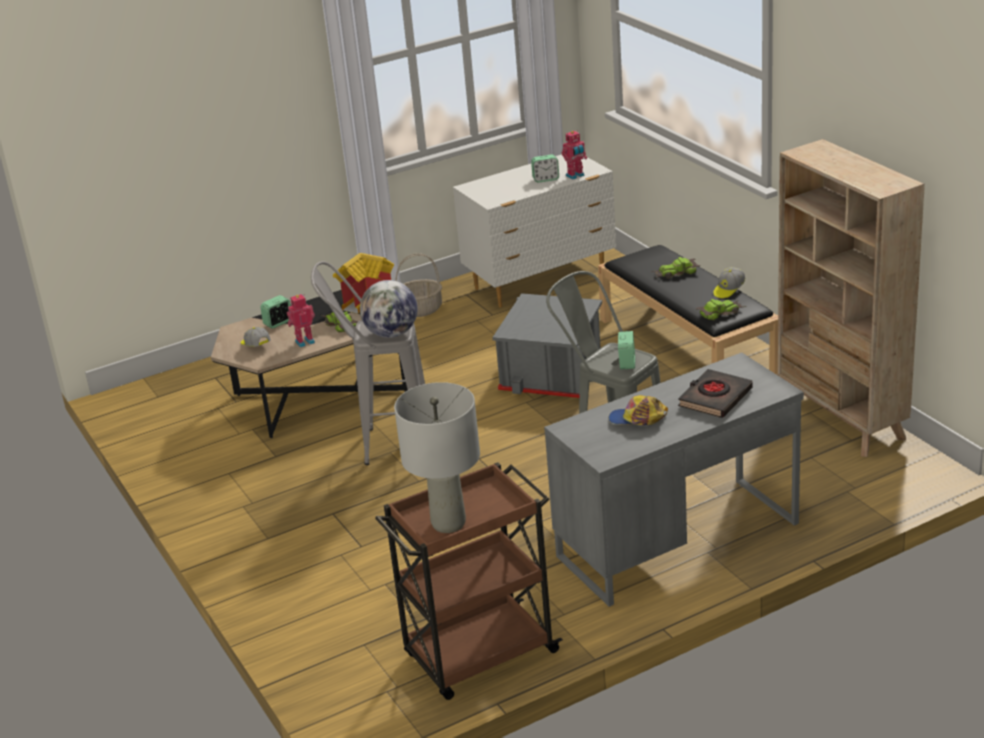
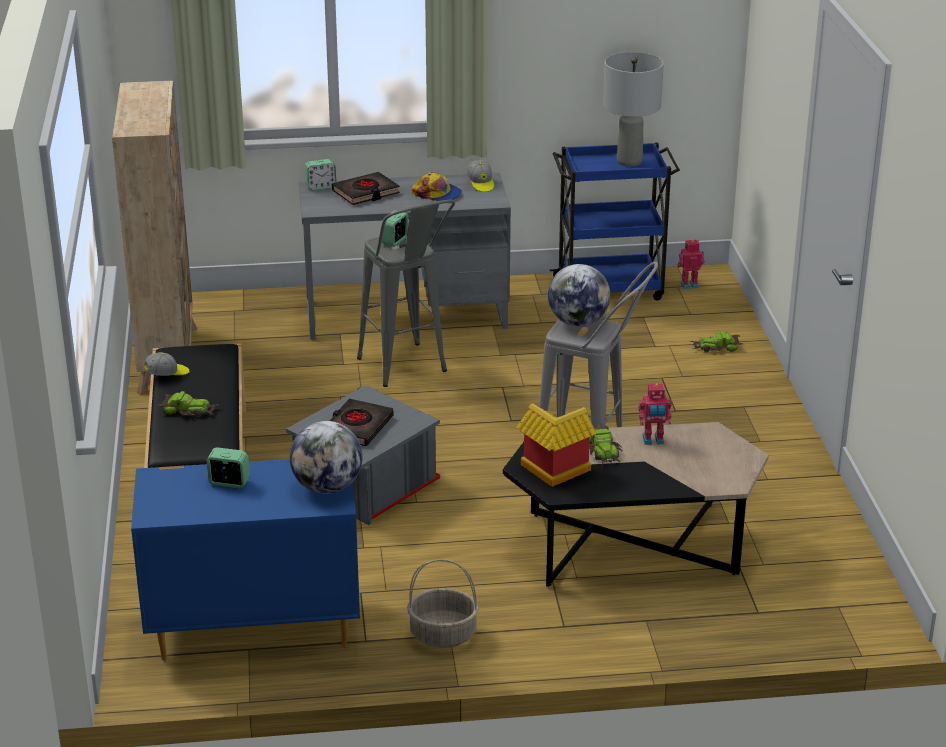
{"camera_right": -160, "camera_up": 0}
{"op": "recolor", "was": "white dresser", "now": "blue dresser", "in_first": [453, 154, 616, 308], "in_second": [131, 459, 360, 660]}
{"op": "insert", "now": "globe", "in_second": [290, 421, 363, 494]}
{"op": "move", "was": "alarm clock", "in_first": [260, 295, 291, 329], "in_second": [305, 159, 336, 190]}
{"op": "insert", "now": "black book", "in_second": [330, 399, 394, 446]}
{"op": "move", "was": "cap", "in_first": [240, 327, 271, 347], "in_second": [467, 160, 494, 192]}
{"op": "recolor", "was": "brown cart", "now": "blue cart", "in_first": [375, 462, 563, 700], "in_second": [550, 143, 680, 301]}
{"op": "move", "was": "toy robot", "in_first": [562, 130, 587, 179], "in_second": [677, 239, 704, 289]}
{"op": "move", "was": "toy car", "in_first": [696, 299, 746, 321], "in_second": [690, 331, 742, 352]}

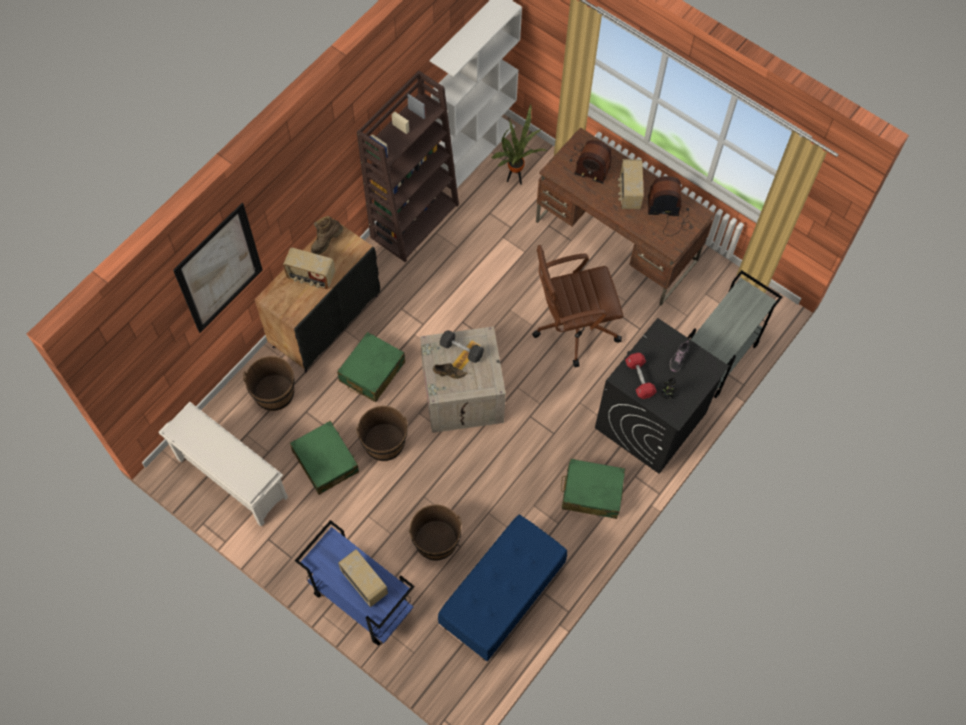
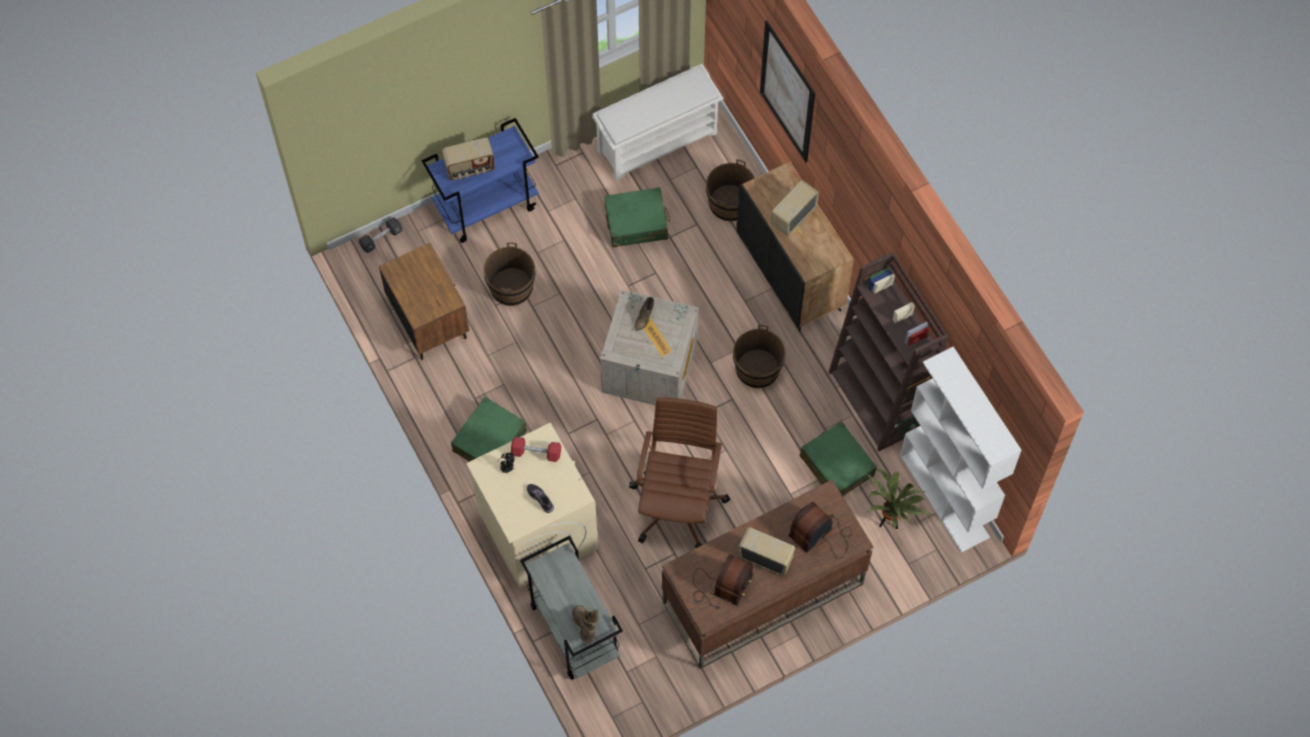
{"camera_right": 115, "camera_up": 0}
{"op": "move", "was": "black dumbbell", "in_first": [440, 331, 484, 363], "in_second": [359, 217, 402, 253]}
{"op": "replace", "was": "blue bench", "now": "brown nightstand", "in_first": [438, 515, 567, 661], "in_second": [379, 243, 470, 360]}
{"op": "recolor", "was": "black washing machine", "now": "beige washing machine", "in_first": [595, 318, 729, 474], "in_second": [466, 423, 598, 588]}
{"op": "move", "was": "brown boot", "in_first": [311, 216, 343, 255], "in_second": [572, 605, 599, 643]}
{"op": "move", "was": "brown bucket", "in_first": [356, 406, 408, 461], "in_second": [733, 325, 786, 388]}
{"op": "move", "was": "green suitcase", "in_first": [337, 332, 405, 402], "in_second": [800, 421, 877, 496]}

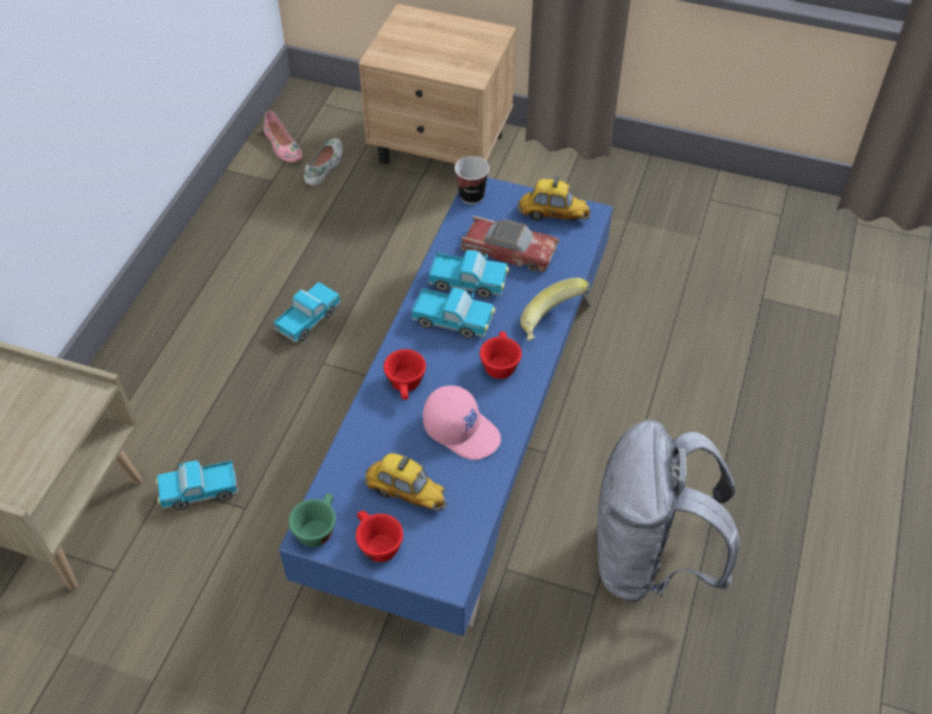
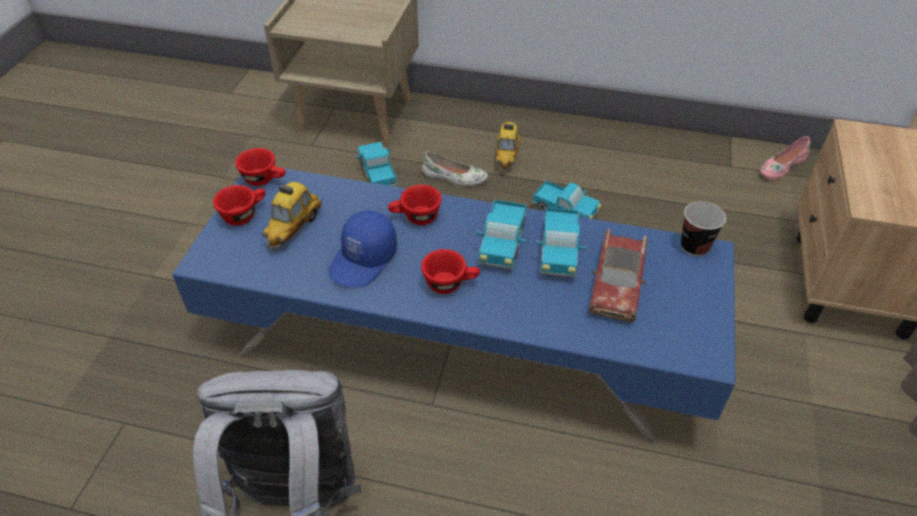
{"camera_right": 85, "camera_up": -5}
{"op": "recolor", "was": "green cup", "now": "red cup", "in_first": [288, 493, 336, 547], "in_second": [235, 148, 286, 186]}
{"op": "recolor", "was": "pink cap", "now": "blue cap", "in_first": [423, 385, 501, 460], "in_second": [328, 210, 397, 288]}
{"op": "move", "was": "white shoe", "in_first": [304, 138, 343, 186], "in_second": [422, 151, 488, 186]}
{"op": "move", "was": "toy car", "in_first": [517, 176, 591, 221], "in_second": [496, 122, 521, 172]}
{"op": "delete", "was": "banana", "in_first": [520, 278, 590, 341]}

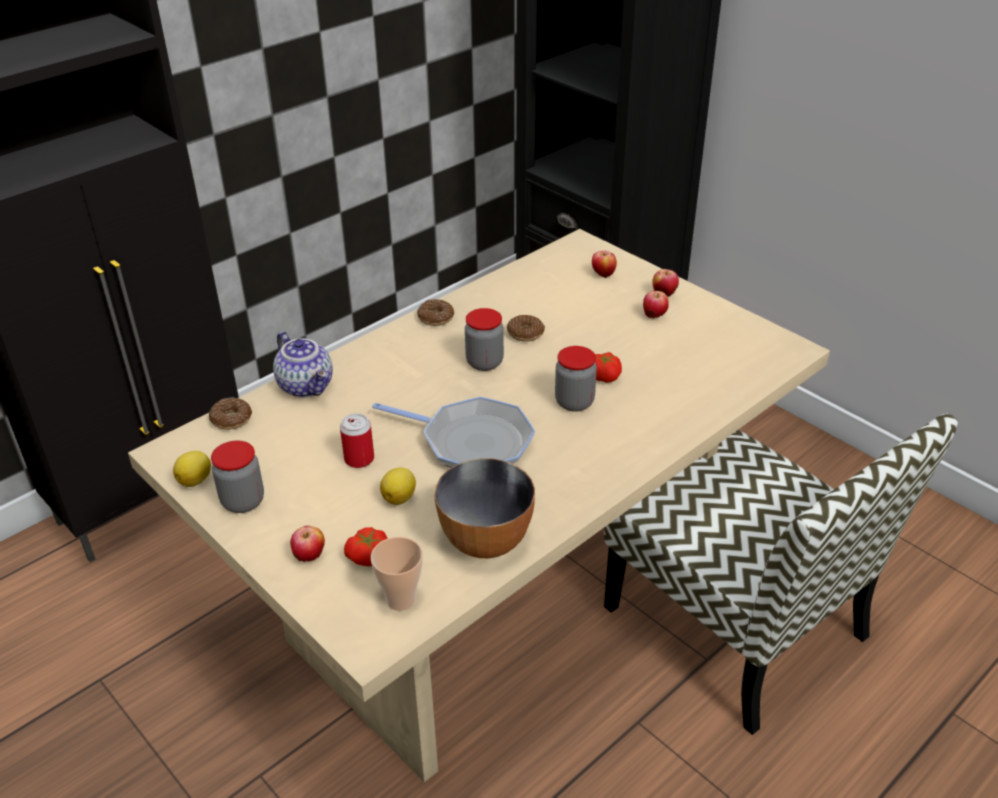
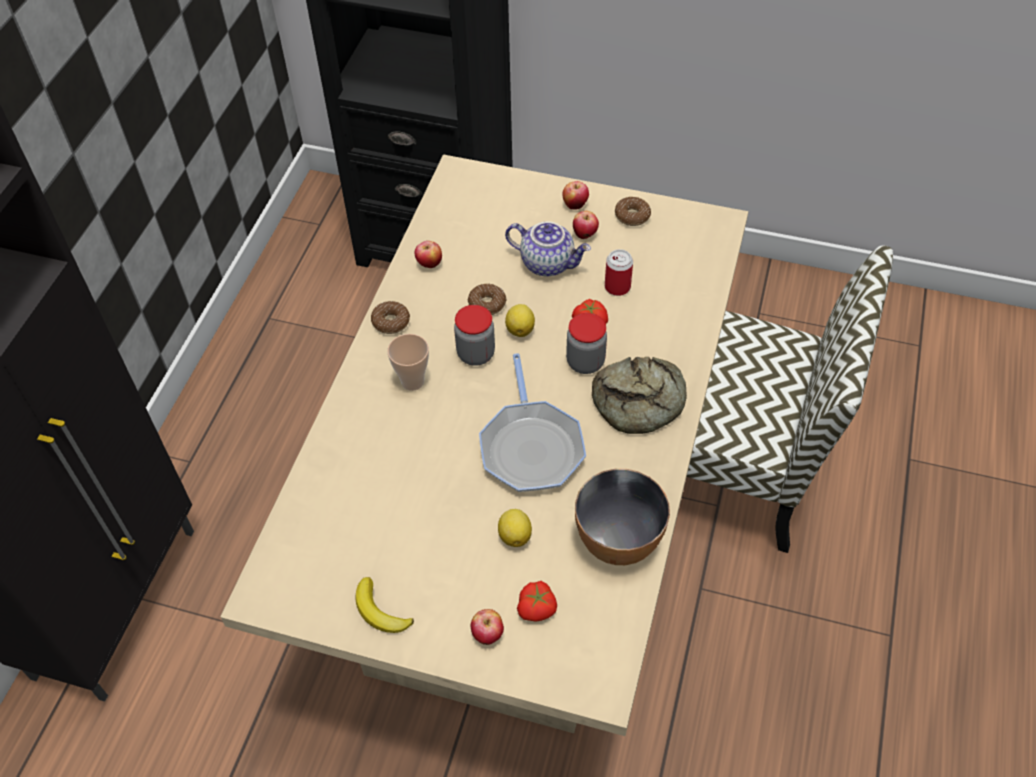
{"camera_right": -30, "camera_up": 15}
{"op": "replace", "was": "jar", "now": "banana", "in_first": [211, 440, 264, 513], "in_second": [355, 577, 414, 633]}
{"op": "move", "was": "cup", "in_first": [371, 537, 423, 611], "in_second": [387, 334, 429, 391]}
{"op": "move", "was": "apple", "in_first": [592, 251, 617, 278], "in_second": [414, 241, 442, 268]}
{"op": "rotate", "was": "frying pan", "in_first": [372, 397, 535, 468], "in_second": [479, 353, 586, 492], "clockwise": 90}
{"op": "move", "was": "teapot", "in_first": [273, 332, 333, 398], "in_second": [505, 221, 591, 276]}
{"op": "move", "was": "lemon", "in_first": [173, 451, 211, 487], "in_second": [505, 304, 535, 337]}
{"op": "insert", "now": "bread", "in_second": [592, 357, 687, 434]}
{"op": "move", "was": "can", "in_first": [340, 413, 374, 468], "in_second": [605, 249, 633, 296]}
{"op": "move", "was": "donut", "in_first": [209, 398, 252, 430], "in_second": [615, 197, 651, 226]}

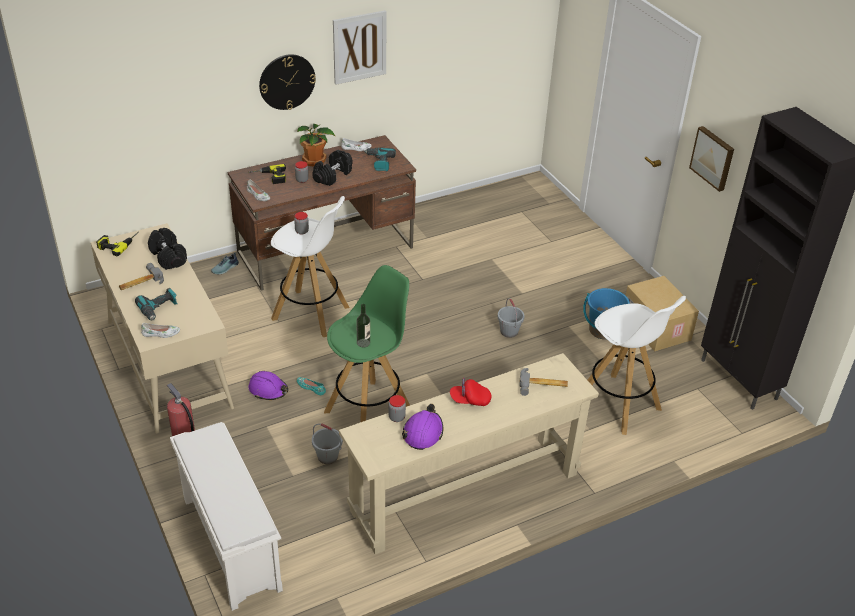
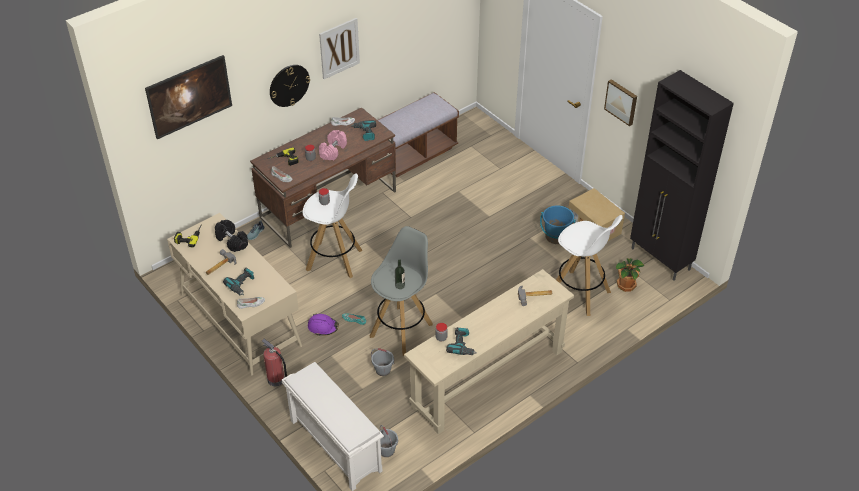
{"camera_right": -10, "camera_up": 5}
{"op": "insert", "now": "picture", "in_second": [145, 55, 232, 139]}
{"op": "recolor", "was": "black dumbbell", "now": "pink dumbbell", "in_first": [312, 150, 352, 186], "in_second": [319, 130, 347, 160]}
{"op": "recolor", "was": "green stool", "now": "grey stool", "in_first": [324, 265, 410, 422], "in_second": [370, 226, 433, 356]}
{"op": "insert", "now": "brown bench", "in_second": [378, 92, 459, 177]}
{"op": "move", "was": "grey bucket", "in_first": [498, 298, 524, 338], "in_second": [380, 425, 398, 457]}
{"op": "replace", "was": "purple hard hat", "now": "power drill", "in_first": [402, 404, 443, 450], "in_second": [446, 327, 477, 355]}
{"op": "move", "was": "potted plant", "in_first": [297, 124, 335, 167], "in_second": [616, 258, 644, 292]}
{"op": "delete", "was": "red cap", "in_first": [450, 378, 492, 406]}

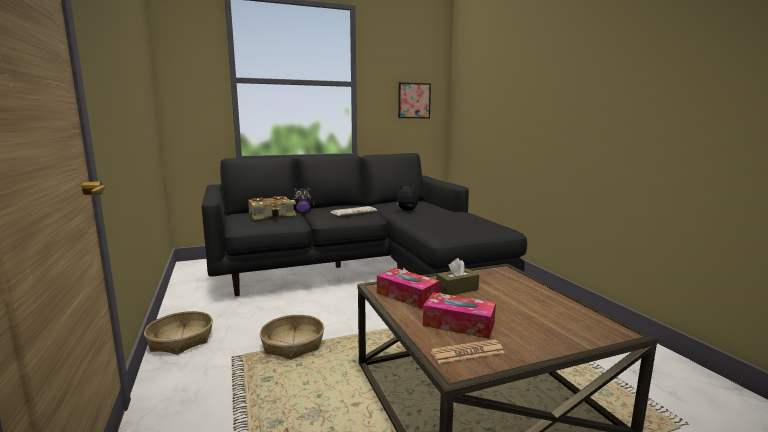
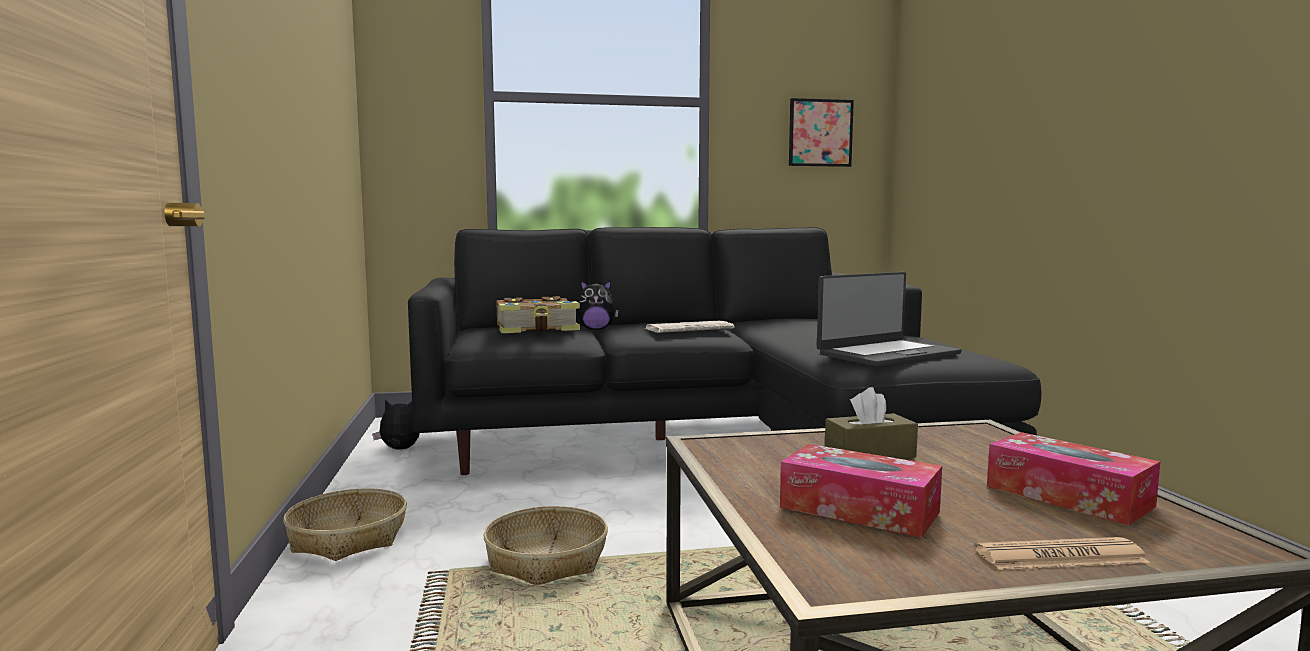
{"camera_right": 10, "camera_up": -5}
{"op": "move", "was": "plush toy", "in_first": [396, 184, 418, 211], "in_second": [373, 400, 420, 450]}
{"op": "insert", "now": "laptop", "in_second": [817, 272, 962, 366]}
{"op": "move", "was": "newspaper", "in_first": [430, 339, 505, 363], "in_second": [975, 537, 1150, 570]}
{"op": "move", "was": "tissue box", "in_first": [377, 268, 440, 309], "in_second": [987, 432, 1160, 525]}

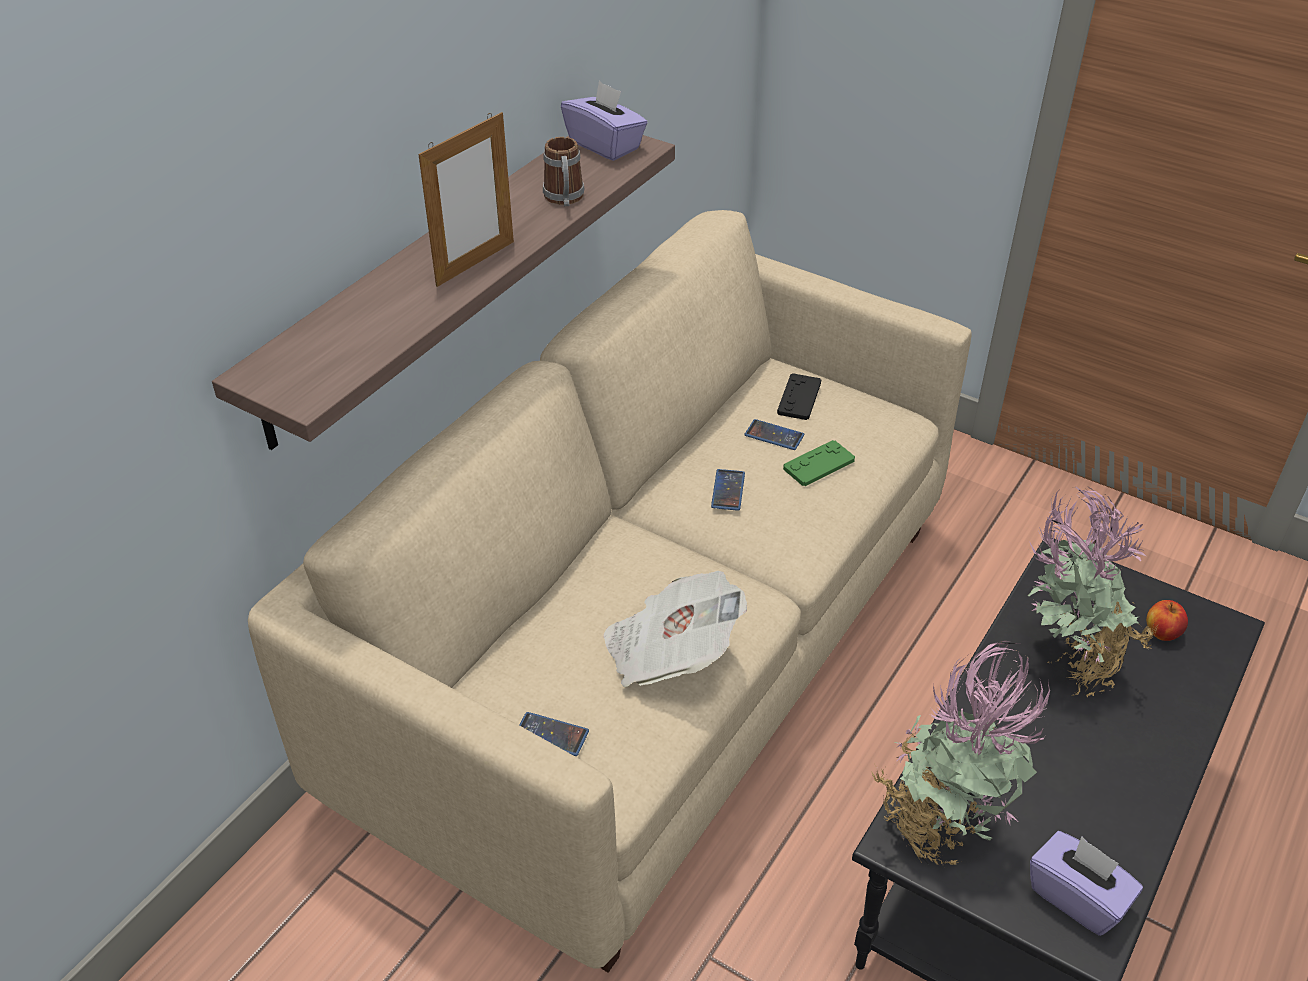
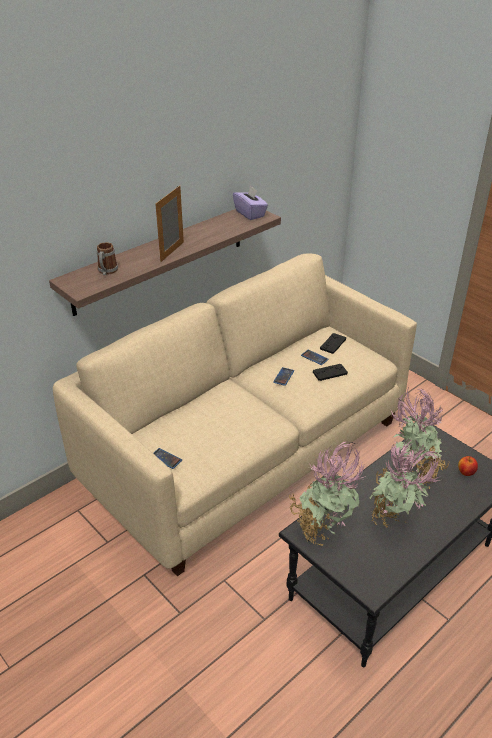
{"camera_right": 15, "camera_up": -5}
{"op": "move", "was": "mug", "in_first": [543, 137, 584, 206], "in_second": [97, 242, 118, 275]}
{"op": "rotate", "was": "picture frame", "in_first": [418, 112, 514, 287], "in_second": [156, 186, 184, 262], "clockwise": 150}
{"op": "recolor", "was": "green game controller", "now": "black game controller", "in_first": [783, 440, 855, 486], "in_second": [313, 364, 348, 381]}
{"op": "insert", "now": "potted plant", "in_second": [369, 441, 441, 528]}
{"op": "delete", "was": "newspaper", "in_first": [603, 571, 747, 687]}
{"op": "delete", "was": "purple tissue box", "in_first": [1030, 831, 1143, 936]}

